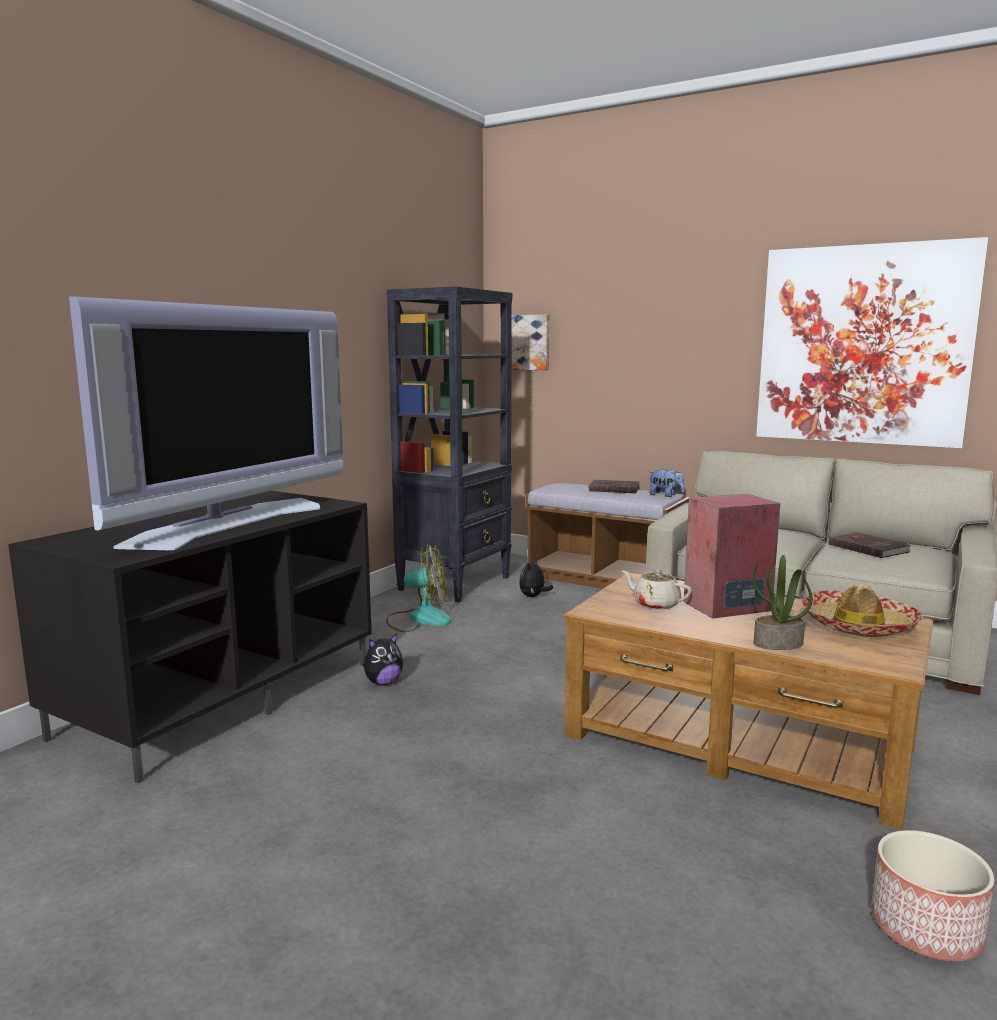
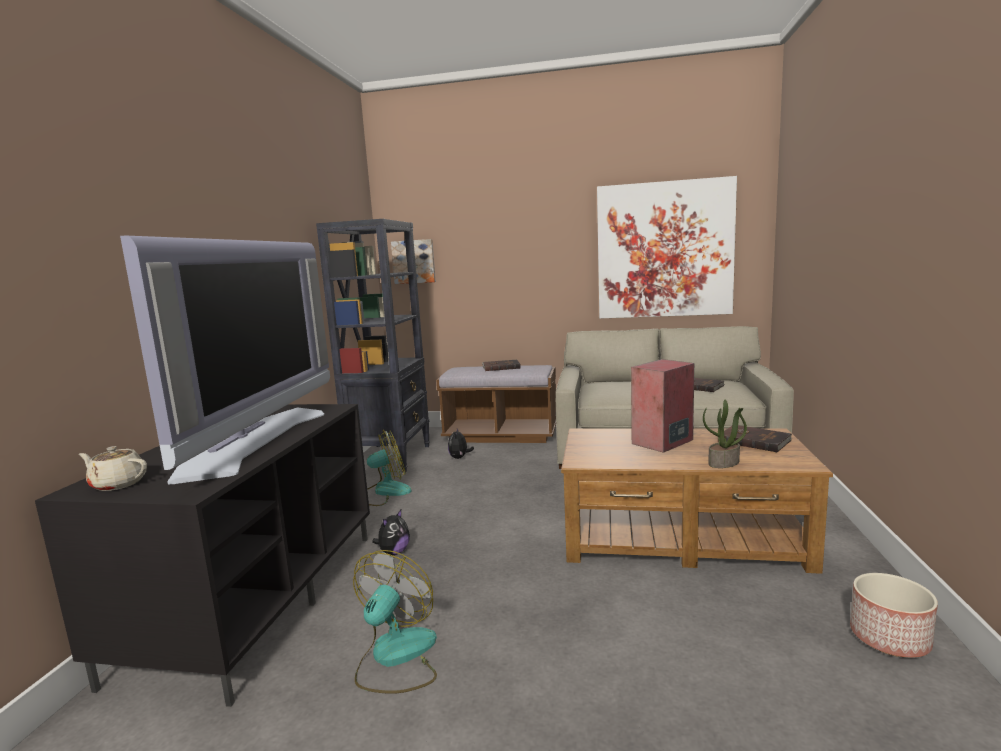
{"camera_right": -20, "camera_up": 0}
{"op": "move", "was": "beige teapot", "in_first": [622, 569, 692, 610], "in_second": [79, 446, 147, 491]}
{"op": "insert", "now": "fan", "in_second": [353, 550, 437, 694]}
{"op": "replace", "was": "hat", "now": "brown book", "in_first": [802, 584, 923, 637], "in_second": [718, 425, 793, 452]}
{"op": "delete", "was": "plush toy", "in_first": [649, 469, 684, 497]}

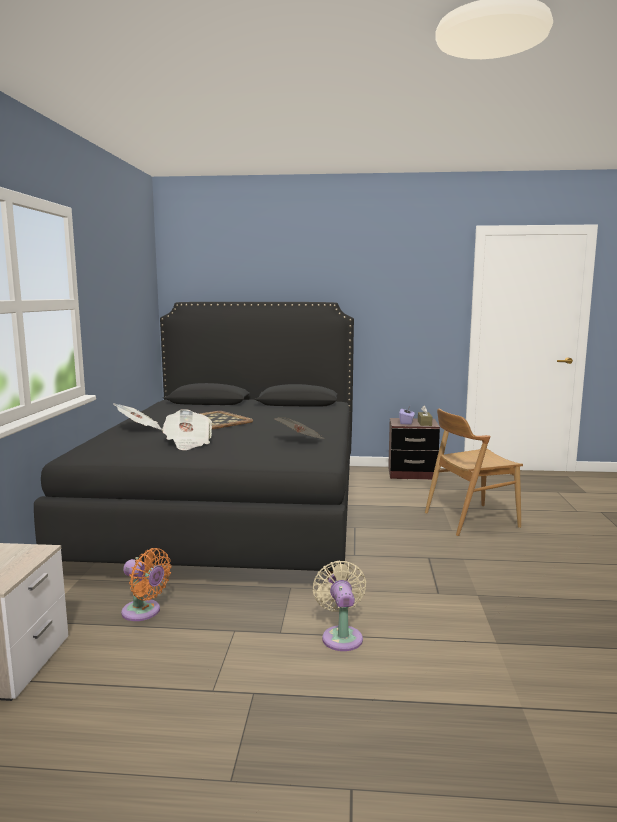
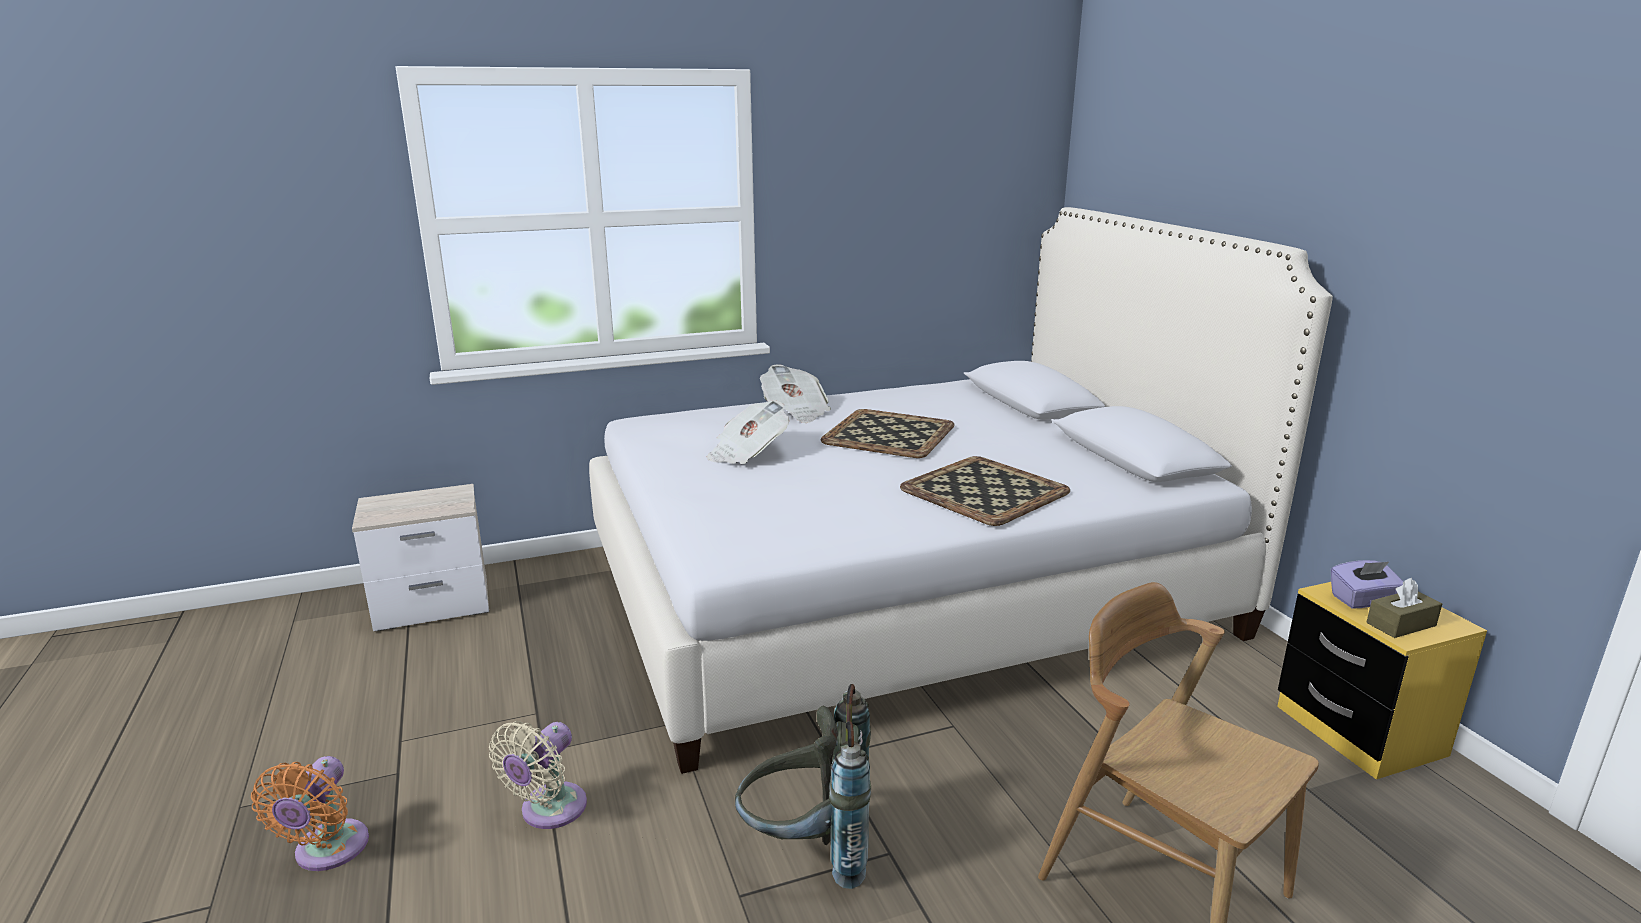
{"camera_right": 65, "camera_up": 10}
{"op": "move", "was": "orange fan", "in_first": [121, 548, 172, 621], "in_second": [251, 756, 369, 871]}
{"op": "rotate", "was": "beige fan", "in_first": [313, 560, 366, 651], "in_second": [489, 721, 587, 829], "clockwise": 150}
{"op": "recolor", "was": "black bed", "now": "white bed", "in_first": [34, 302, 354, 579], "in_second": [589, 207, 1333, 774]}
{"op": "insert", "now": "grey backpack", "in_second": [735, 684, 871, 889]}
{"op": "insert", "now": "tray", "in_second": [900, 456, 1070, 526]}
{"op": "recolor", "was": "brown nightstand", "now": "yellow nightstand", "in_first": [388, 418, 440, 480], "in_second": [1277, 582, 1487, 779]}
{"op": "delete", "was": "newspaper", "in_first": [274, 417, 324, 439]}

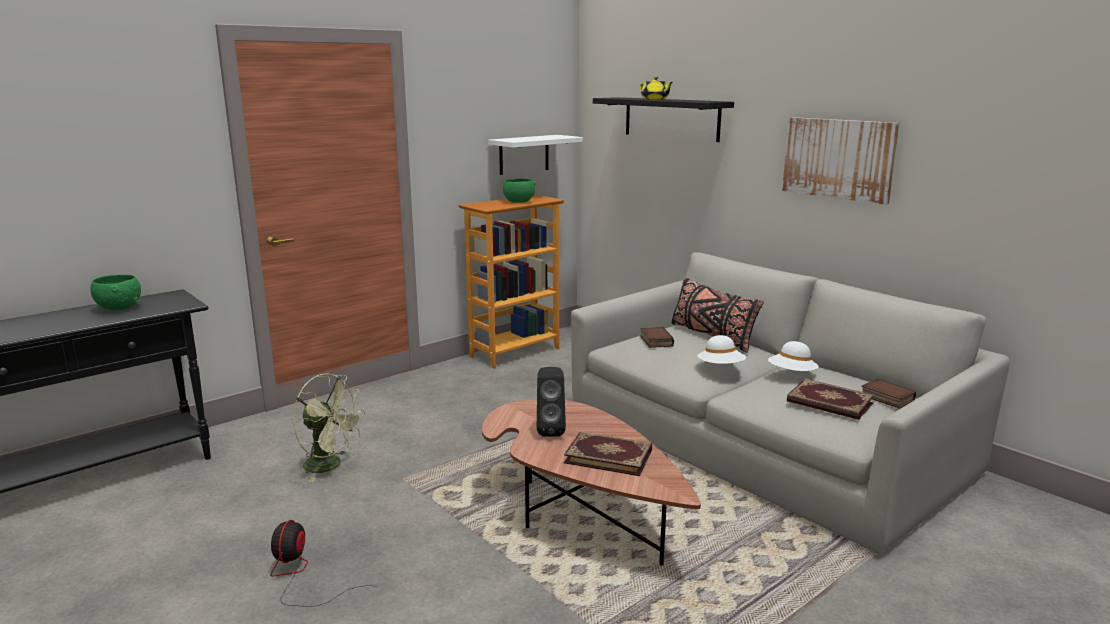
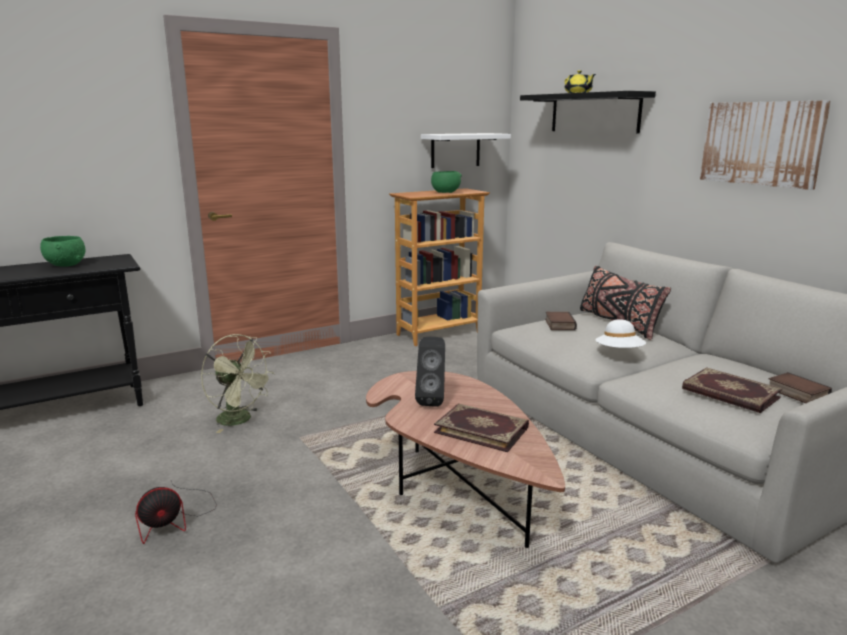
{"camera_right": 10, "camera_up": 0}
{"op": "rotate", "was": "fan", "in_first": [270, 520, 369, 607], "in_second": [135, 481, 217, 544], "clockwise": -135}
{"op": "delete", "was": "white hat", "in_first": [768, 341, 819, 371]}

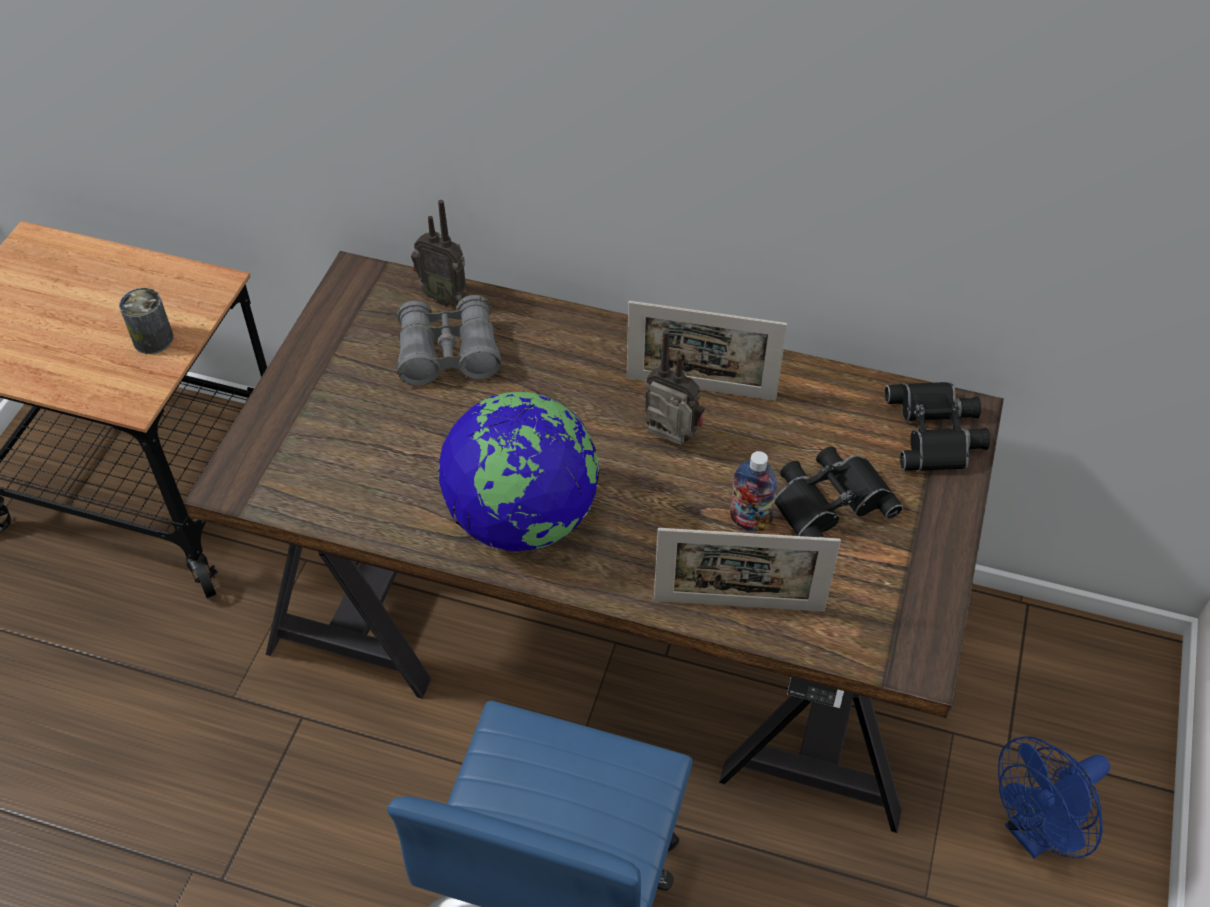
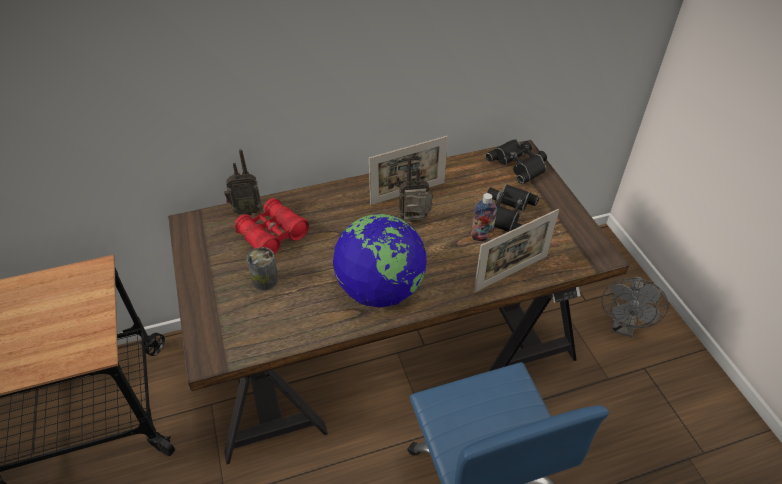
{"camera_right": -35, "camera_up": -5}
{"op": "recolor", "was": "grey binoculars", "now": "red binoculars", "in_first": [397, 295, 501, 386], "in_second": [233, 198, 309, 255]}
{"op": "move", "was": "can", "in_first": [119, 288, 174, 354], "in_second": [247, 247, 279, 291]}
{"op": "recolor", "was": "blue fan", "now": "grey fan", "in_first": [998, 736, 1110, 859], "in_second": [602, 277, 669, 338]}

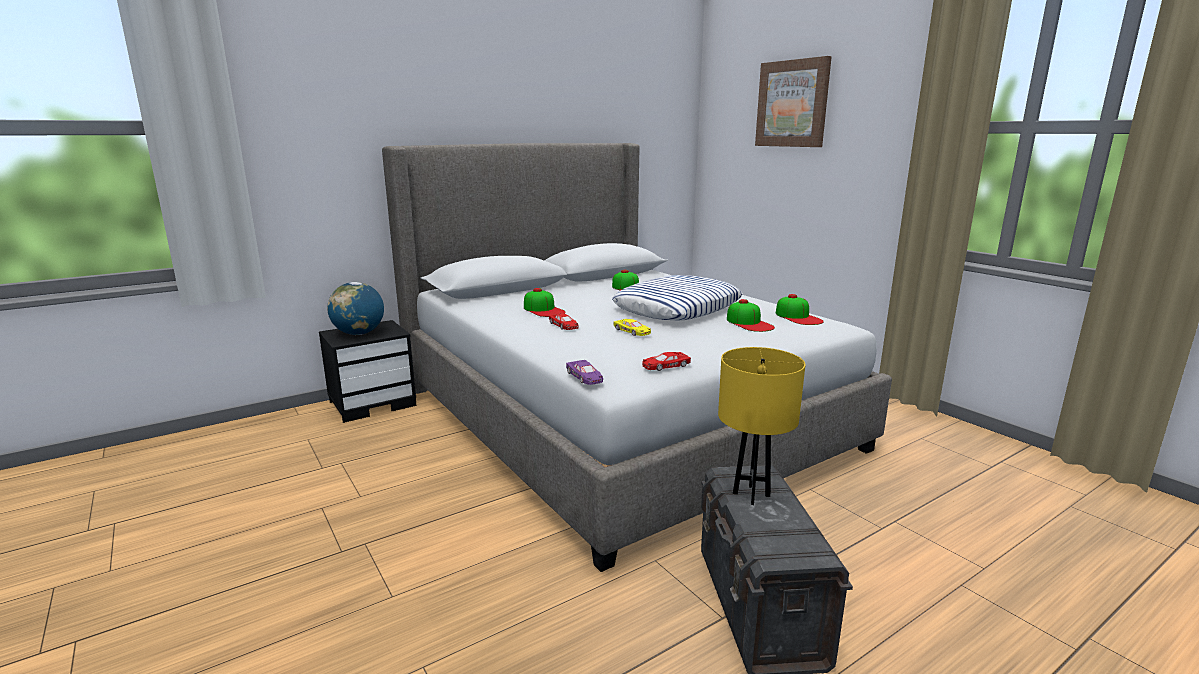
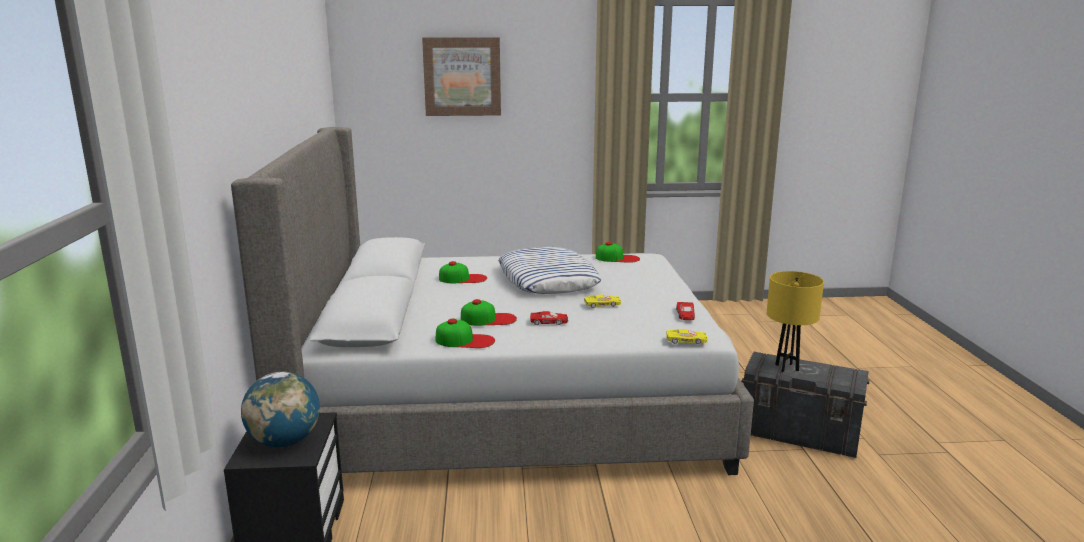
{"camera_right": -60, "camera_up": 0}
{"op": "move", "was": "cap", "in_first": [727, 299, 775, 332], "in_second": [436, 319, 495, 348]}
{"op": "recolor", "was": "purple toy car", "now": "yellow toy car", "in_first": [566, 360, 603, 385], "in_second": [666, 329, 708, 344]}

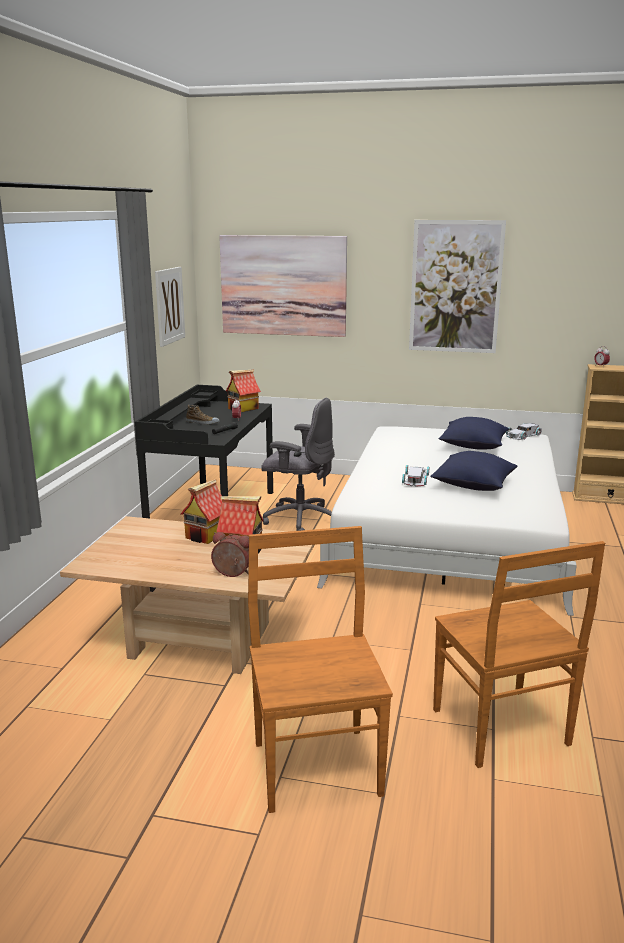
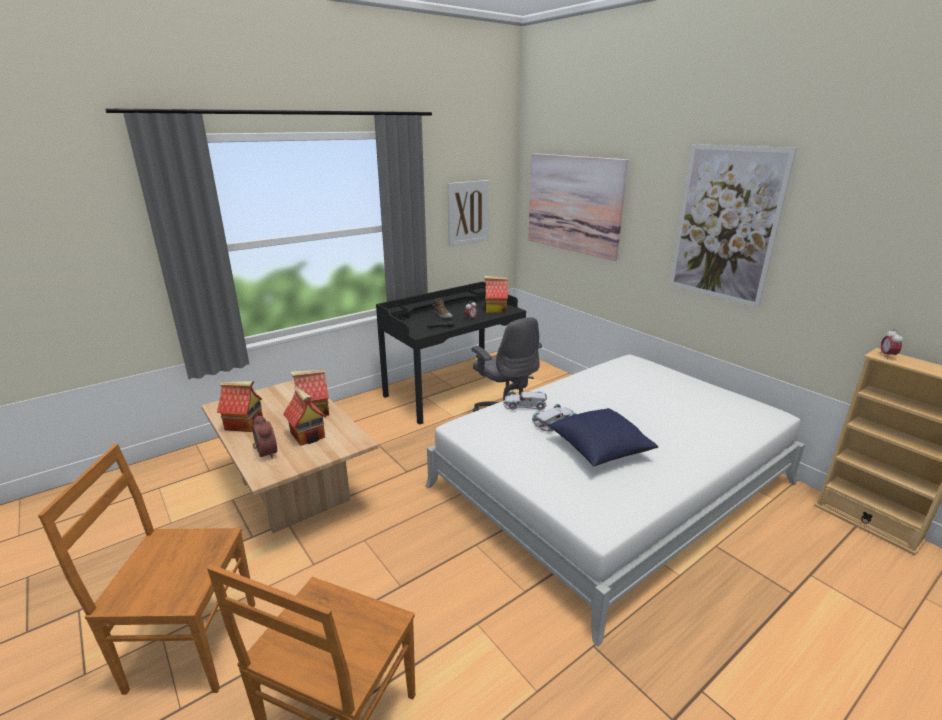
{"camera_right": 40, "camera_up": 5}
{"op": "rotate", "was": "brown chair", "in_first": [248, 526, 393, 813], "in_second": [38, 444, 255, 695], "clockwise": -120}
{"op": "insert", "now": "toy house", "in_second": [217, 381, 263, 432]}
{"op": "move", "was": "white toy car", "in_first": [506, 423, 542, 440], "in_second": [503, 391, 547, 410]}
{"op": "delete", "was": "blue pillow", "in_first": [439, 417, 509, 450]}

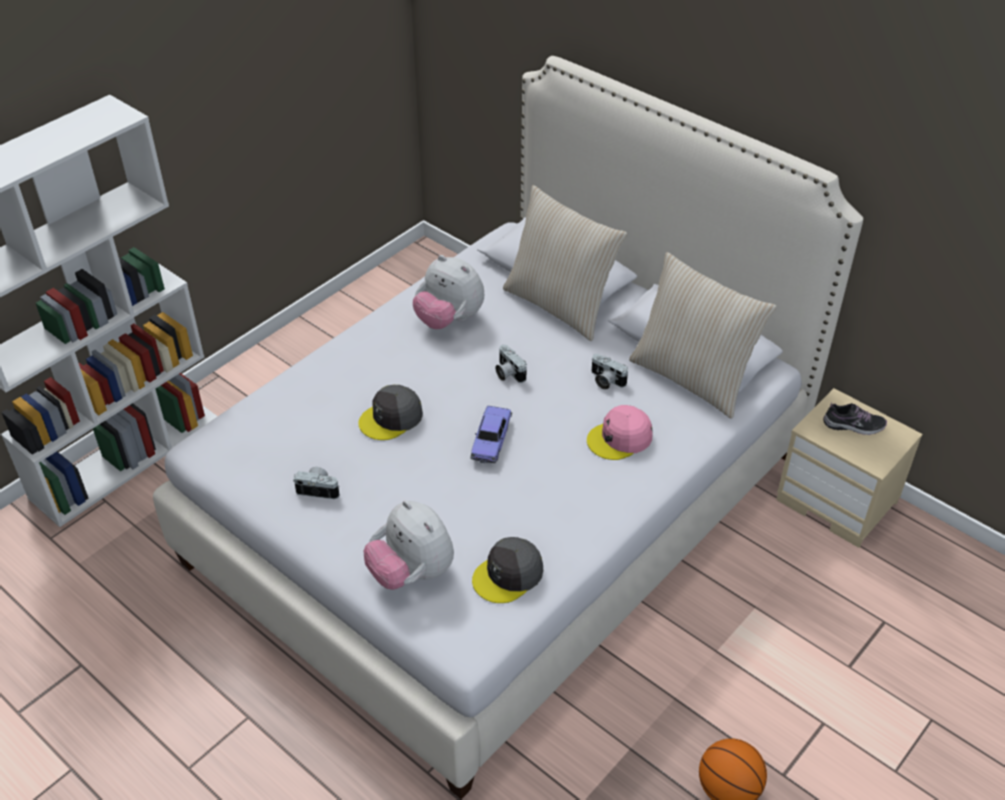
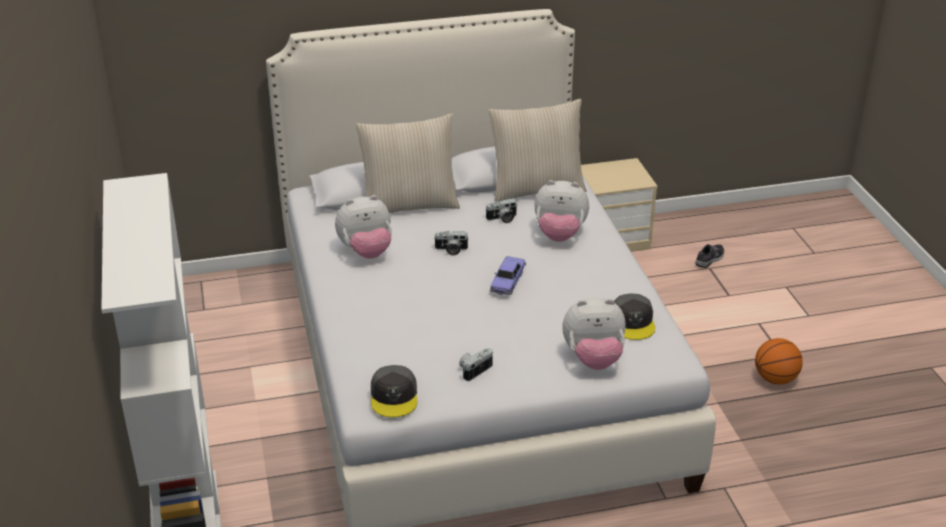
{"camera_right": -55, "camera_up": -10}
{"op": "move", "was": "grey cap", "in_first": [358, 385, 423, 440], "in_second": [371, 365, 417, 418]}
{"op": "rotate", "was": "toy car", "in_first": [470, 406, 512, 464], "in_second": [490, 256, 526, 295], "clockwise": 60}
{"op": "replace", "was": "pink cap", "now": "plush toy", "in_first": [587, 405, 652, 460], "in_second": [534, 180, 589, 242]}
{"op": "move", "was": "shoe", "in_first": [823, 403, 887, 435], "in_second": [695, 244, 724, 268]}

